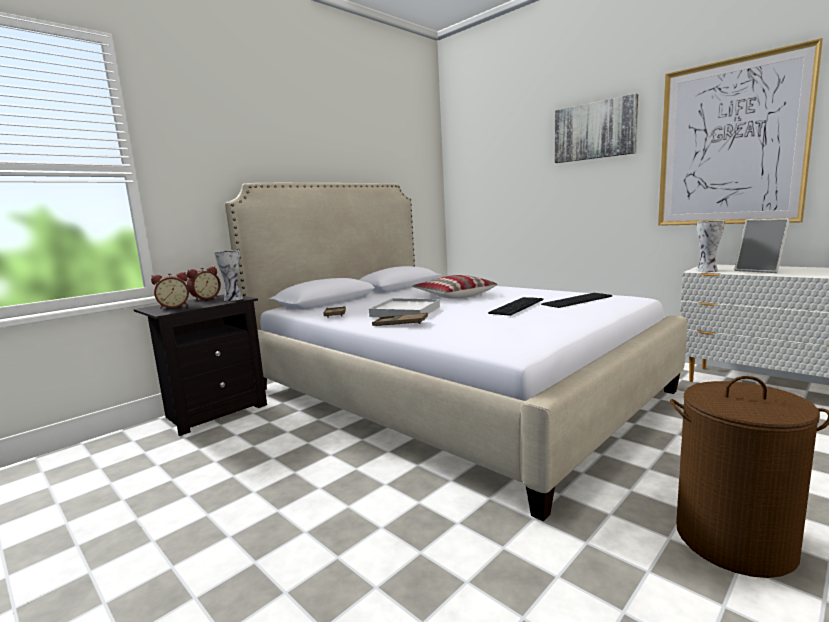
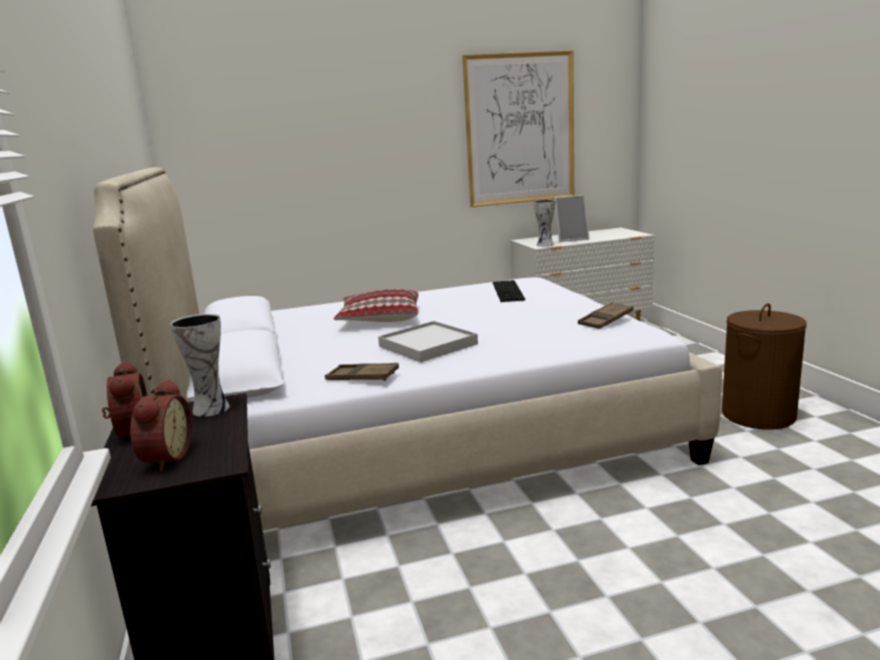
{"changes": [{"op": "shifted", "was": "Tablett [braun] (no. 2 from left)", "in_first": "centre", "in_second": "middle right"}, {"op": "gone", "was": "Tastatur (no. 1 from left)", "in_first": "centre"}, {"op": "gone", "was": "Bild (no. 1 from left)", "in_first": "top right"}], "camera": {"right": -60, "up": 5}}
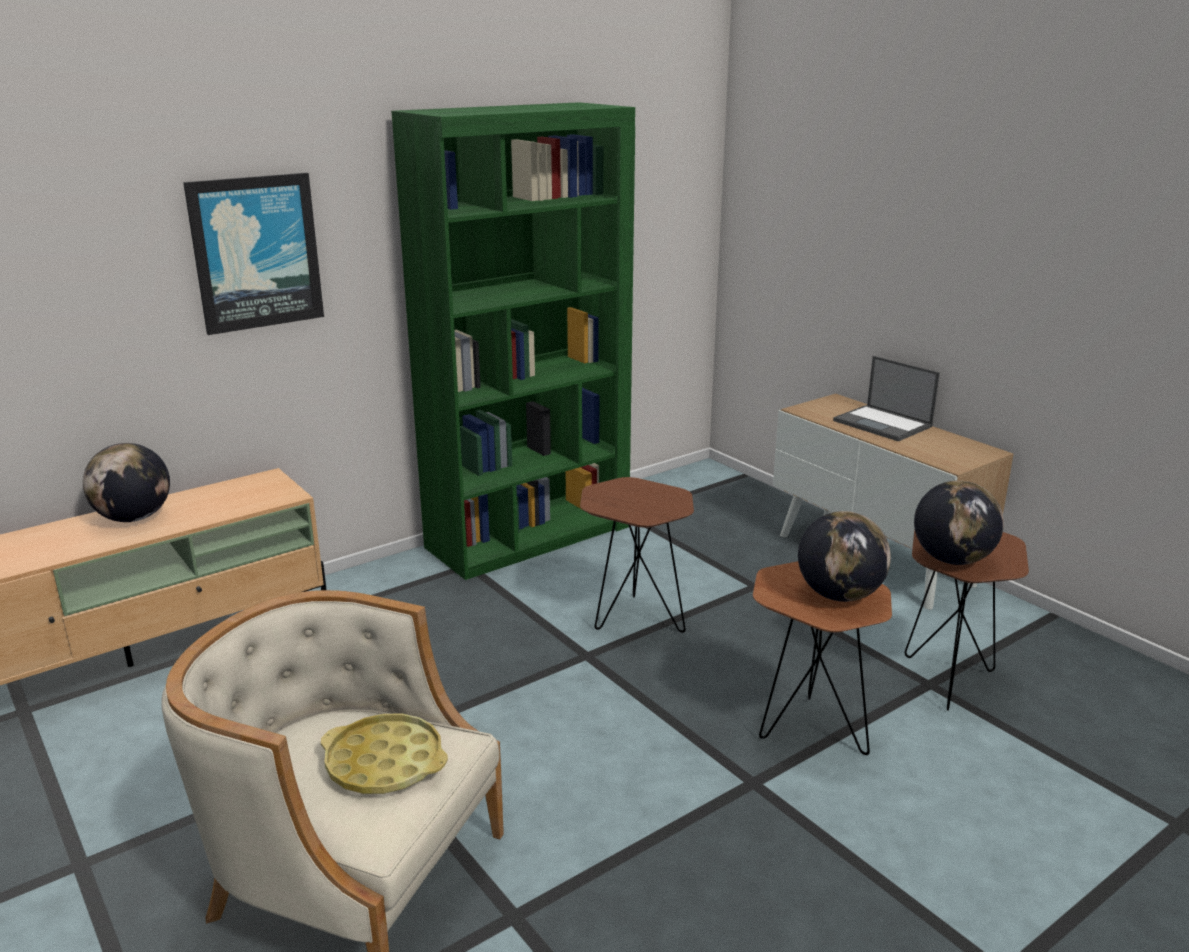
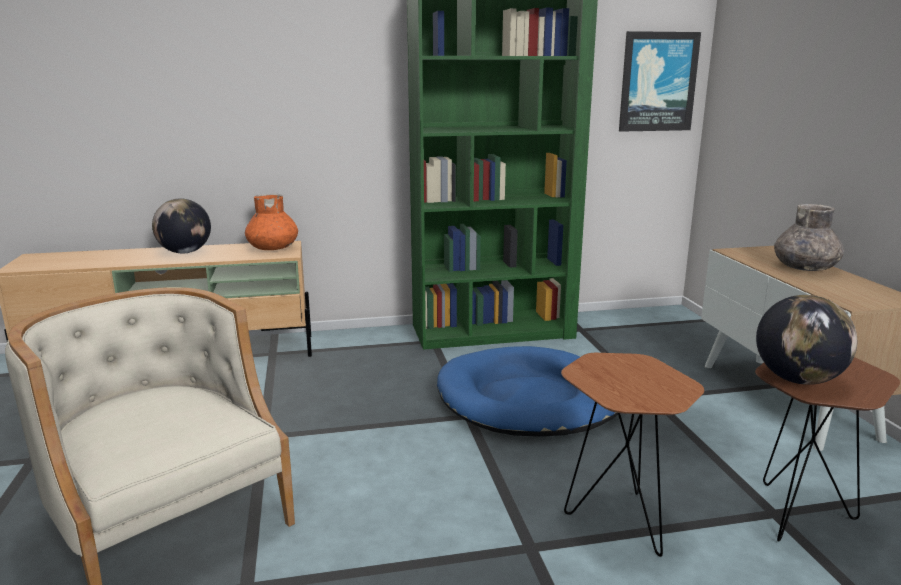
{"changes": [{"op": "new", "now": "Vase [orange]", "in_second": "middle left"}, {"op": "swapped", "was": "Beistelltisch [braun] (no. 1 from left)", "now": "Hundebett [blau]", "in_first": "centre", "in_second": "bottom centre"}, {"op": "shifted", "was": "Bild", "in_first": "top left", "in_second": "top right"}, {"op": "swapped", "was": "Laptop", "now": "Vase [grau]", "in_first": "middle right", "in_second": "middle right"}, {"op": "gone", "was": "Tablett [gelb]", "in_first": "bottom left"}, {"op": "gone", "was": "Globus (no. 2 from left)", "in_first": "middle right"}], "camera": {"right": 25, "up": -5}}
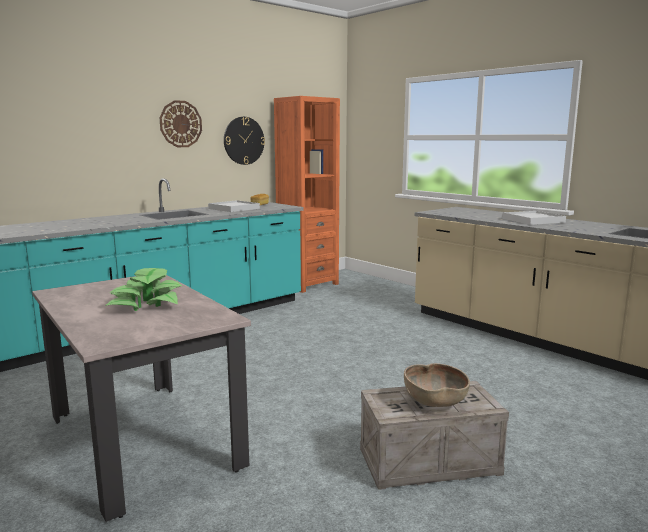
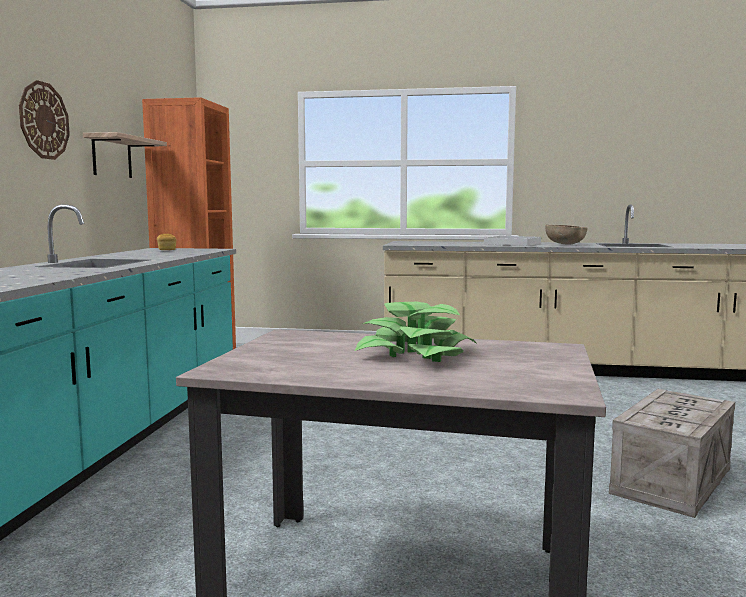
{"changes": [{"op": "swapped", "was": "Wanduhr (no. 2 from left)", "now": "Wandregal", "in_first": "top centre", "in_second": "top left"}, {"op": "shifted", "was": "Schüssel [braun]", "in_first": "bottom right", "in_second": "middle right"}, {"op": "gone", "was": "Tablett [weiß] (no. 1 from left)", "in_first": "centre"}], "camera": {"right": -40, "up": -5}}
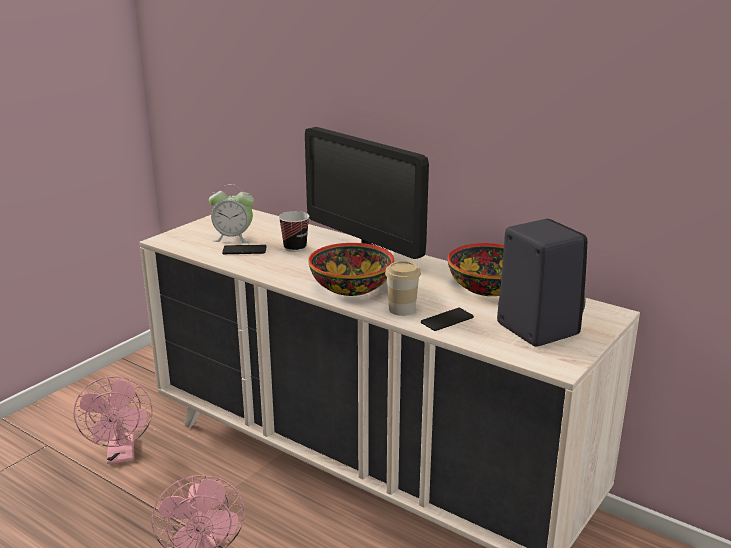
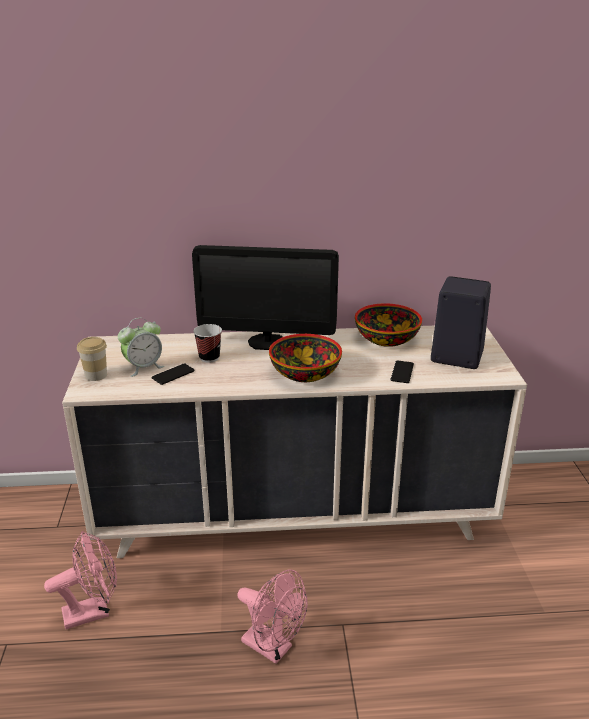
{"changes": [{"op": "rotated", "was": "Ventilator [rosa] (no. 1 from left)", "in_first": "bottom left", "in_second": "bottom left", "clockwise": -60}, {"op": "shifted", "was": "Tasse (no. 2 from left in the first image)", "now": "Tasse (no. 1 from left)", "in_first": "centre", "in_second": "middle left"}], "camera": {"right": -40, "up": 5}}
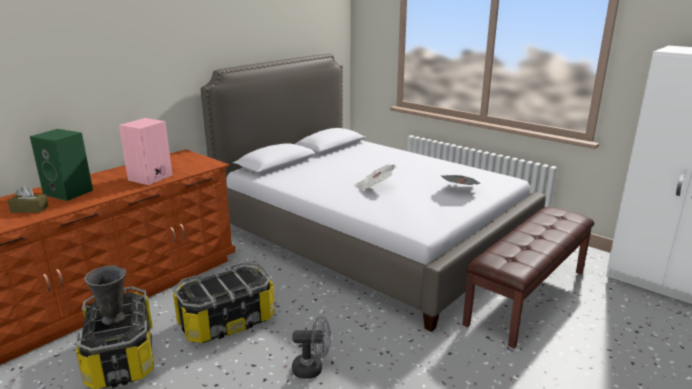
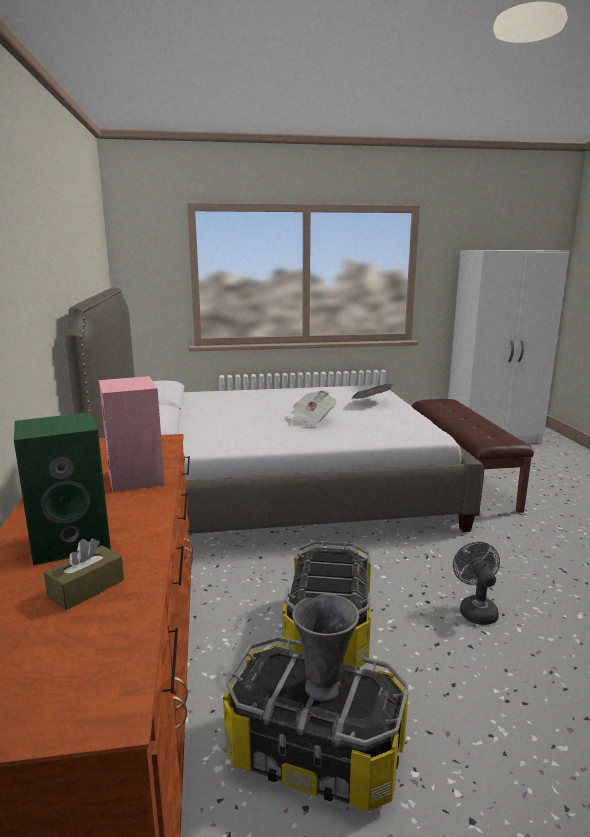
{"changes": [{"op": "rotated", "was": "Ventilator [grau]", "in_first": "bottom centre", "in_second": "bottom right", "clockwise": -45}], "camera": {"right": -50, "up": -5}}
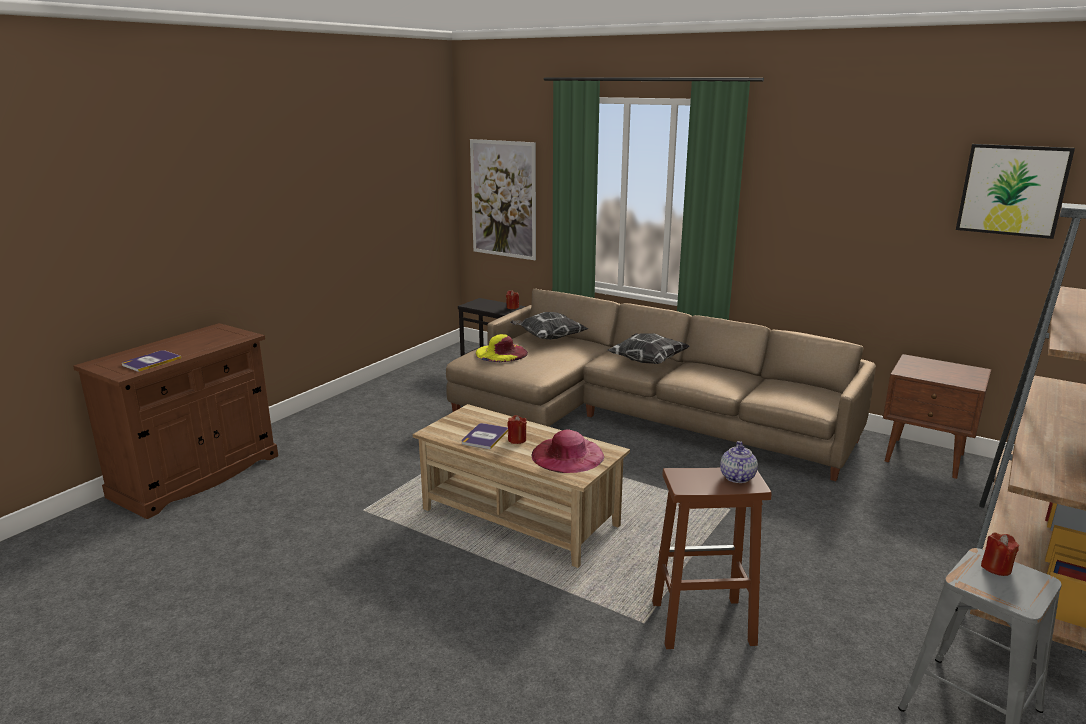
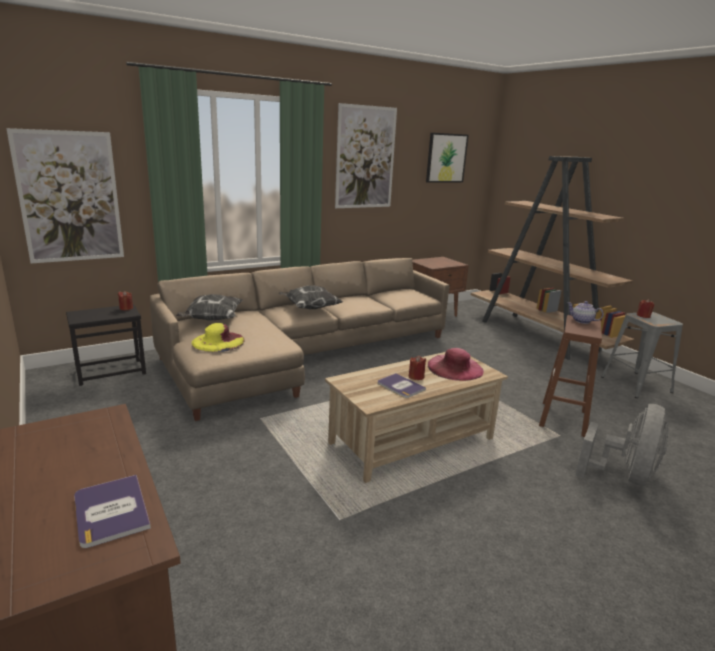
{"changes": [{"op": "new", "now": "Bild (no. 2 from left)", "in_second": "top centre"}, {"op": "new", "now": "Ventilator [grau]", "in_second": "bottom right"}], "camera": {"right": -65, "up": 0}}
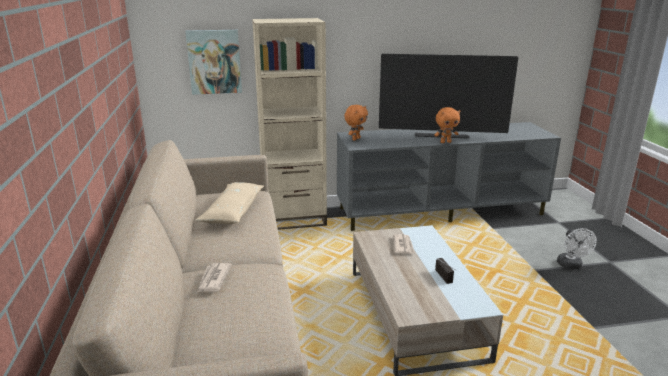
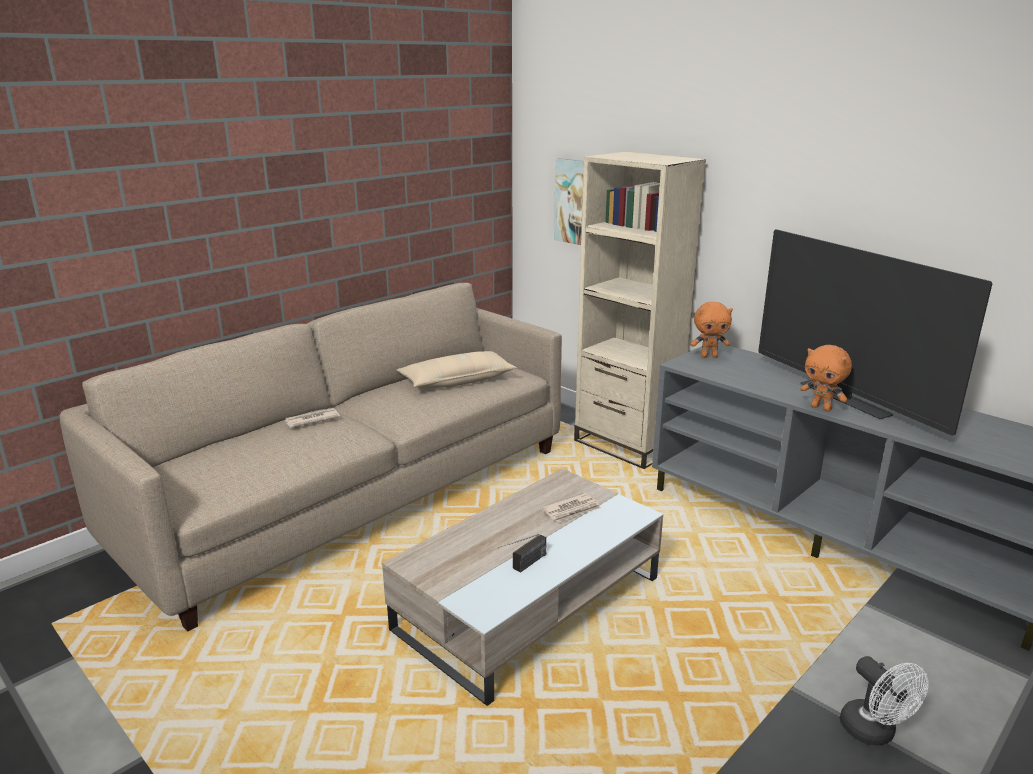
{"changes": [{"op": "rotated", "was": "Ventilator [weiß]", "in_first": "middle right", "in_second": "bottom right", "clockwise": -75}], "camera": {"right": 55, "up": 0}}
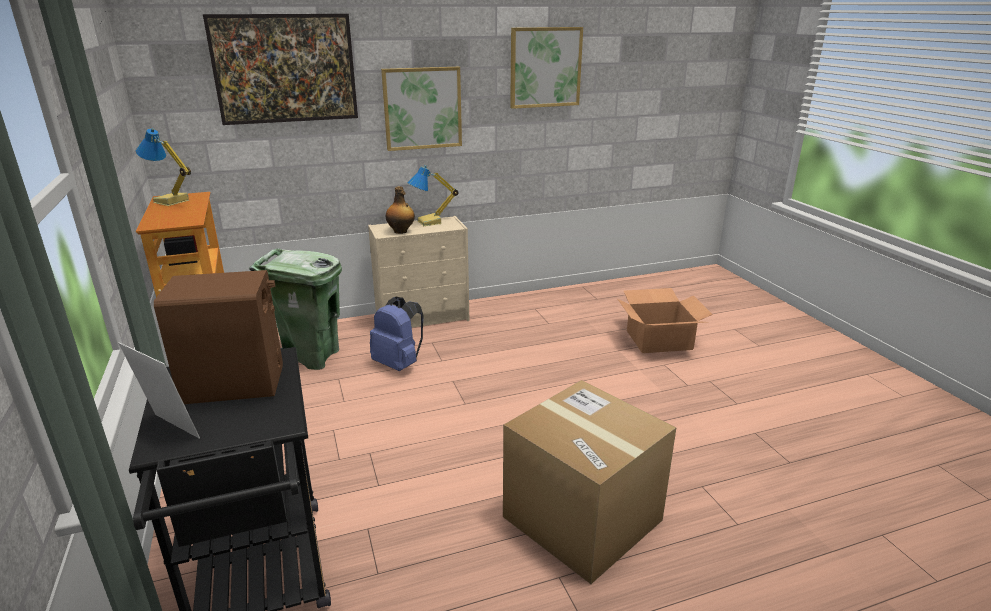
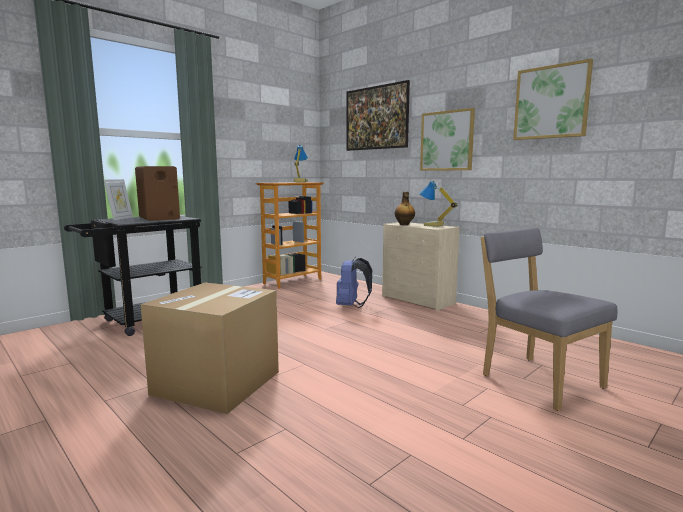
{"changes": [{"op": "swapped", "was": "Karton (no. 2 from left)", "now": "Stuhl [grau]", "in_first": "middle right", "in_second": "middle right"}, {"op": "gone", "was": "Mülleimer [grün]", "in_first": "middle left"}], "camera": {"right": 65, "up": -15}}
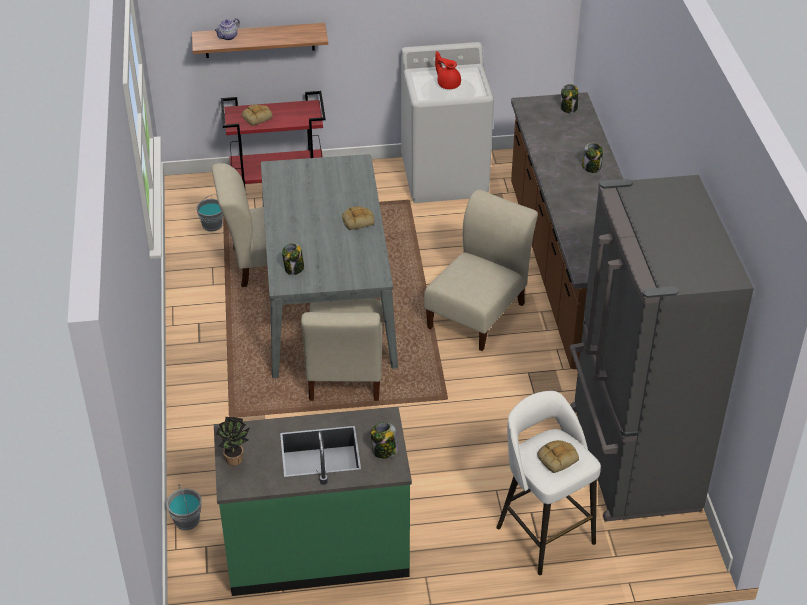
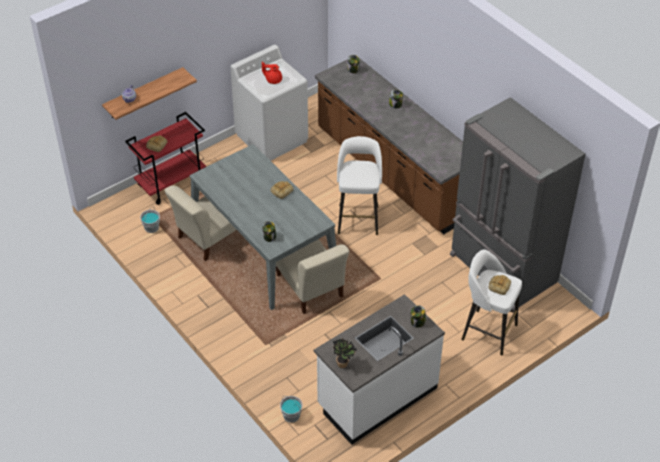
{"changes": [{"op": "repainted", "was": "Küchenzeile [grün]", "now": "Küchenzeile [weiß]", "in_first": "bottom centre", "in_second": "bottom centre"}, {"op": "swapped", "was": "Stuhl [beige] (no. 3 from left)", "now": "Hocker [weiß] (no. 1 from left)", "in_first": "centre", "in_second": "centre"}], "camera": {"right": -30, "up": 5}}
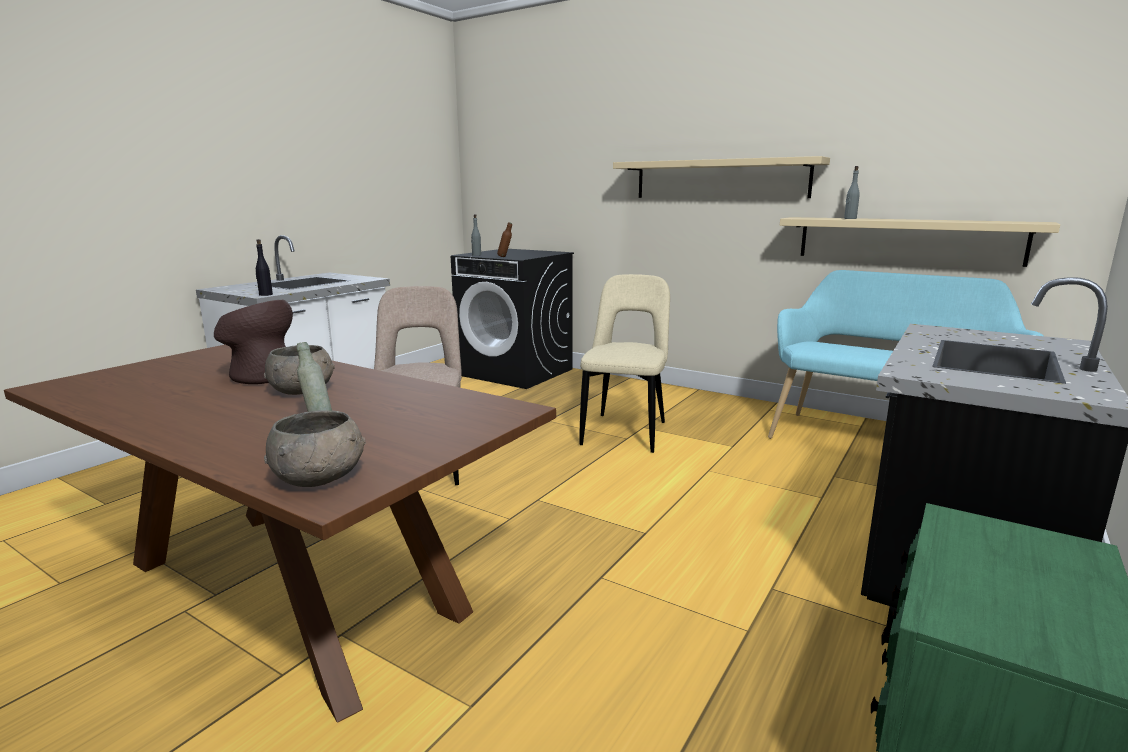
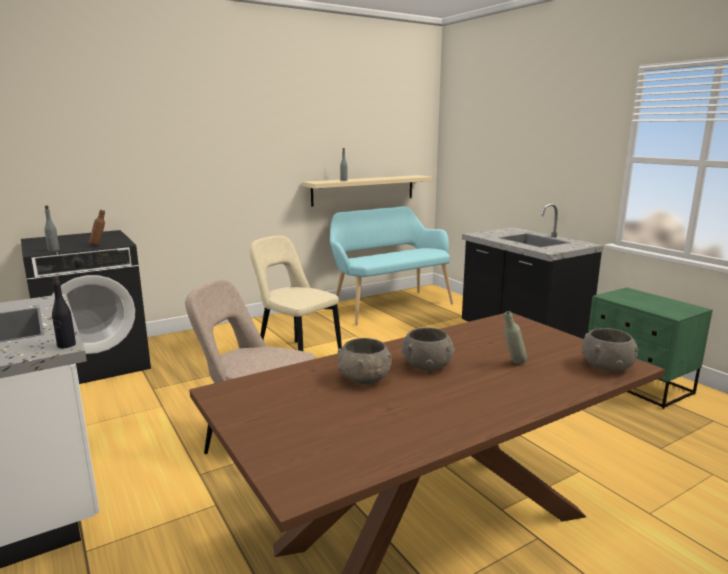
{"changes": [{"op": "swapped", "was": "Vase [braun]", "now": "Schüssel [grau] (no. 1 from left)", "in_first": "middle left", "in_second": "centre"}, {"op": "gone", "was": "Wandregal [beige] (no. 1 from left)", "in_first": "top centre"}], "camera": {"right": -65, "up": 0}}
